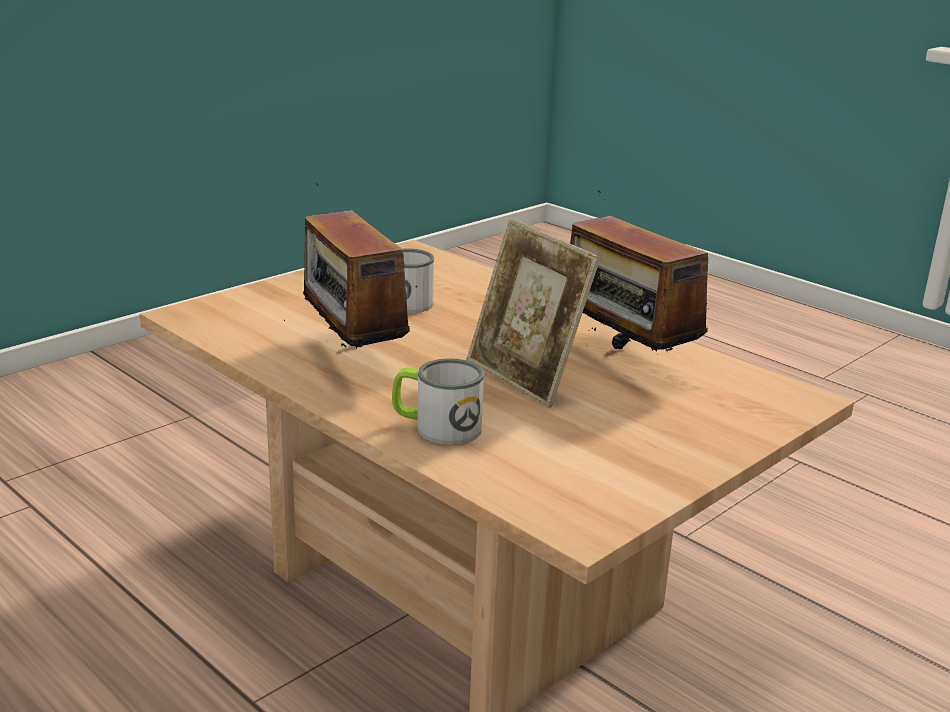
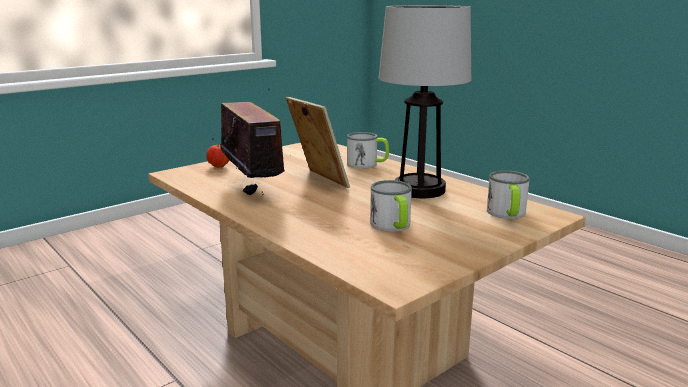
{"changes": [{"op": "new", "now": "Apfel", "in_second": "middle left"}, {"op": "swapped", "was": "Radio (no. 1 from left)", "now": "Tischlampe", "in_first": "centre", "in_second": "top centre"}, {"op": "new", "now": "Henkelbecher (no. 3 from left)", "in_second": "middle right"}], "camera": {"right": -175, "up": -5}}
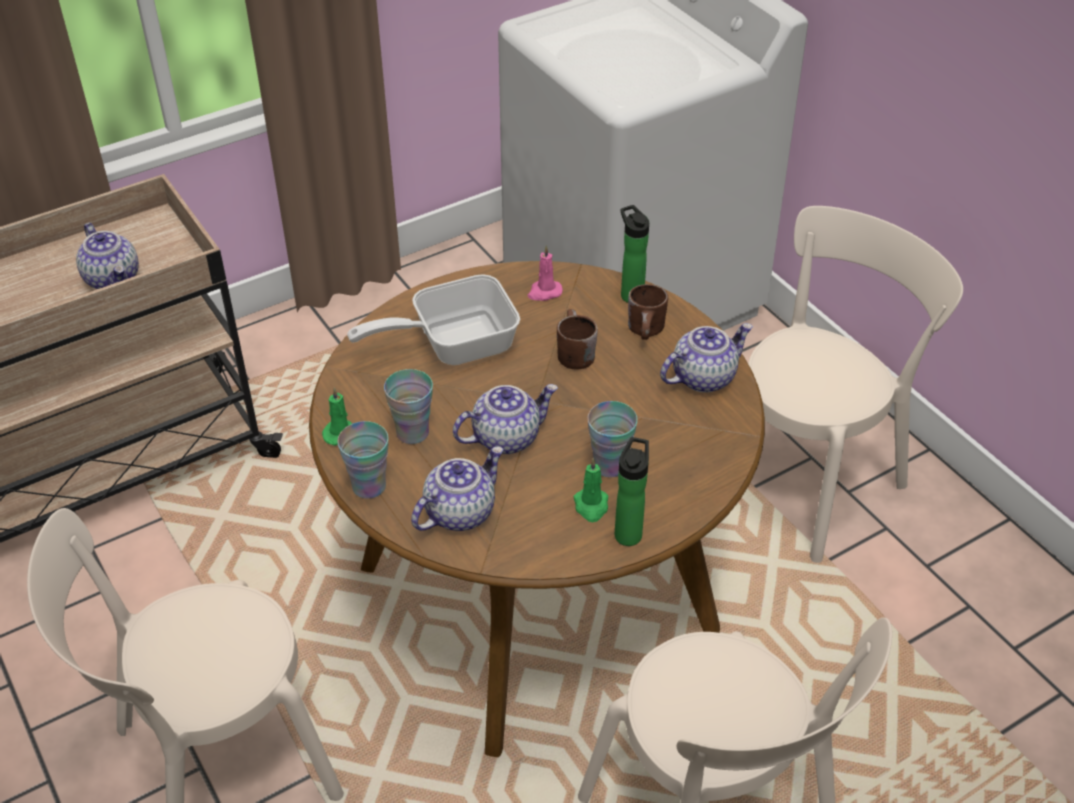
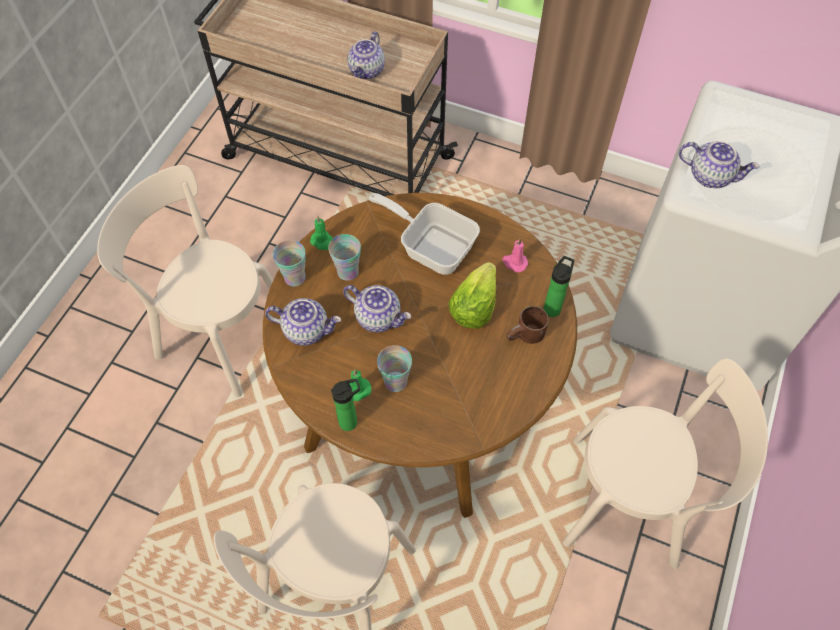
{"changes": [{"op": "swapped", "was": "Henkelbecher [braun] (no. 1 from left)", "now": "Salatkopf", "in_first": "centre", "in_second": "centre"}, {"op": "shifted", "was": "Teekanne (no. 4 from left)", "in_first": "centre", "in_second": "top right"}], "camera": {"right": 55, "up": 15}}
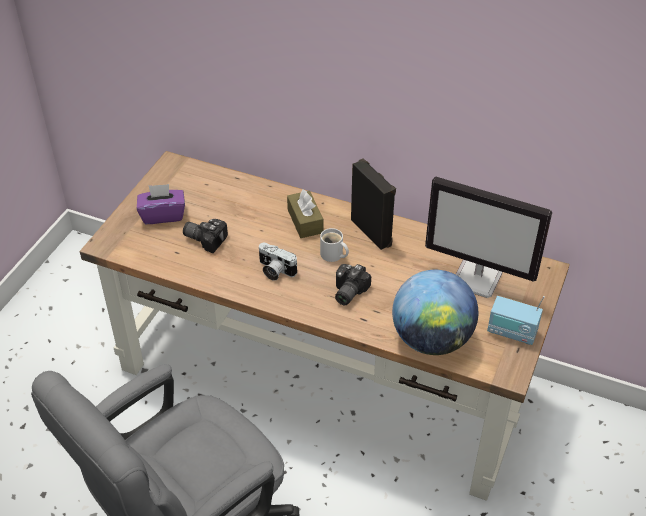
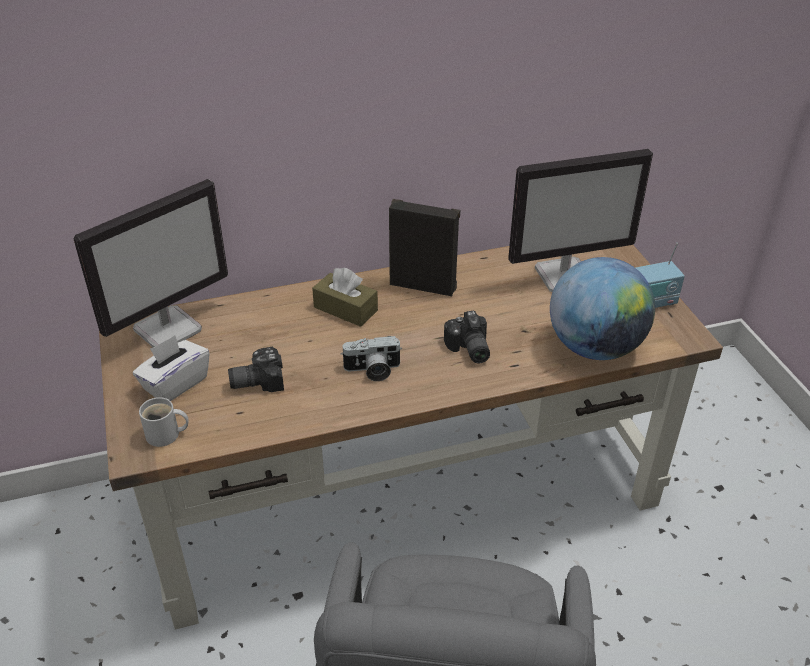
{"changes": [{"op": "new", "now": "Monitor (no. 1 from left)", "in_second": "middle left"}, {"op": "repainted", "was": "Taschentuchbox [lila]", "now": "Taschentuchbox [weiß]", "in_first": "middle left", "in_second": "middle left"}, {"op": "shifted", "was": "Henkelbecher [weiß]", "in_first": "centre", "in_second": "middle left"}], "camera": {"right": -40, "up": -5}}
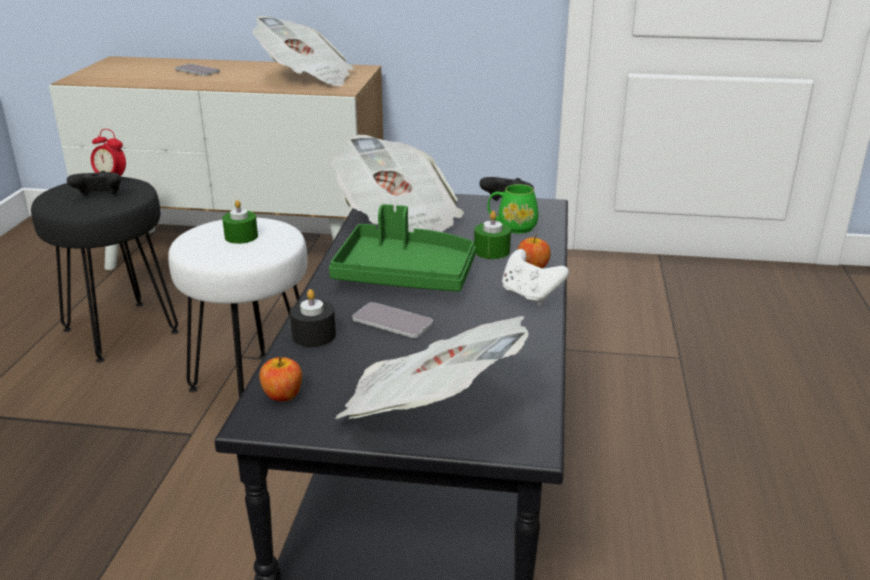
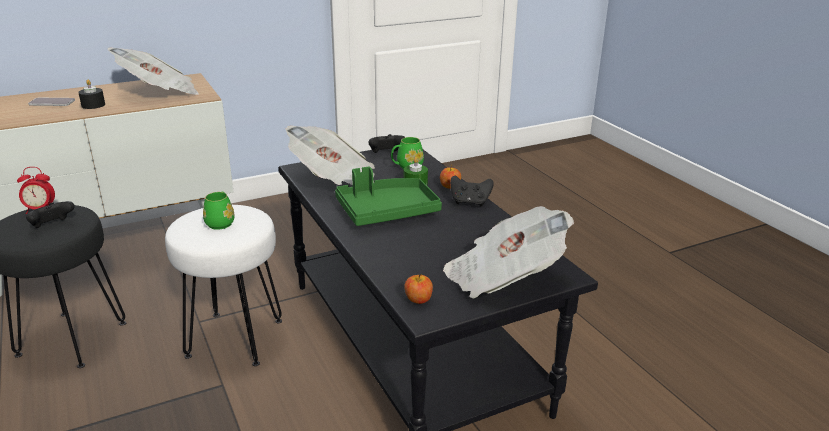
{"changes": [{"op": "shifted", "was": "Kerze [schwarz]", "in_first": "centre", "in_second": "top left"}, {"op": "swapped", "was": "Kerze [grün] (no. 1 from left)", "now": "Henkelbecher [grün] (no. 1 from left)", "in_first": "middle left", "in_second": "middle left"}, {"op": "repainted", "was": "Gamepad [weiß]", "now": "Gamepad [schwarz] (no. 3 from left)", "in_first": "centre", "in_second": "centre"}, {"op": "gone", "was": "Handy (no. 2 from left)", "in_first": "centre"}], "camera": {"right": -35, "up": 0}}
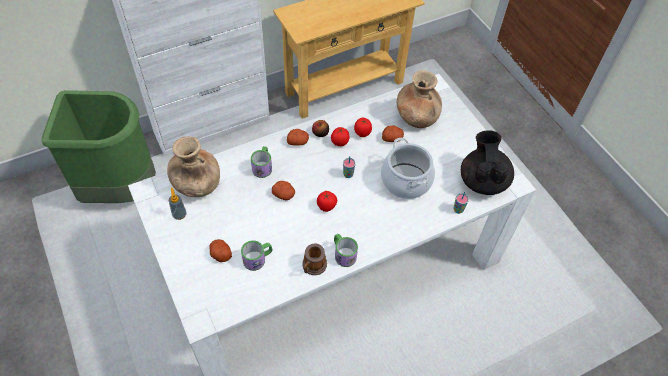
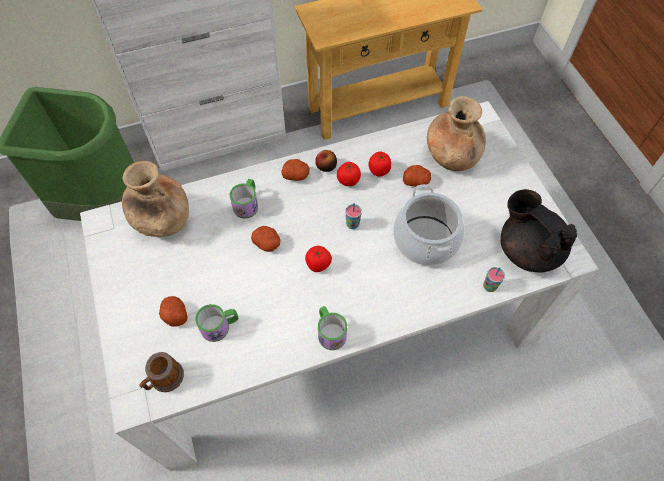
{"changes": [{"op": "shifted", "was": "Henkelbecher (no. 3 from left in the first image)", "now": "Henkelbecher (no. 1 from left)", "in_first": "bottom centre", "in_second": "bottom left"}, {"op": "rotated", "was": "Teekanne [schwarz]", "in_first": "middle right", "in_second": "middle right", "clockwise": -45}, {"op": "gone", "was": "Seifenspender", "in_first": "middle left"}], "camera": {"right": 10, "up": 5}}
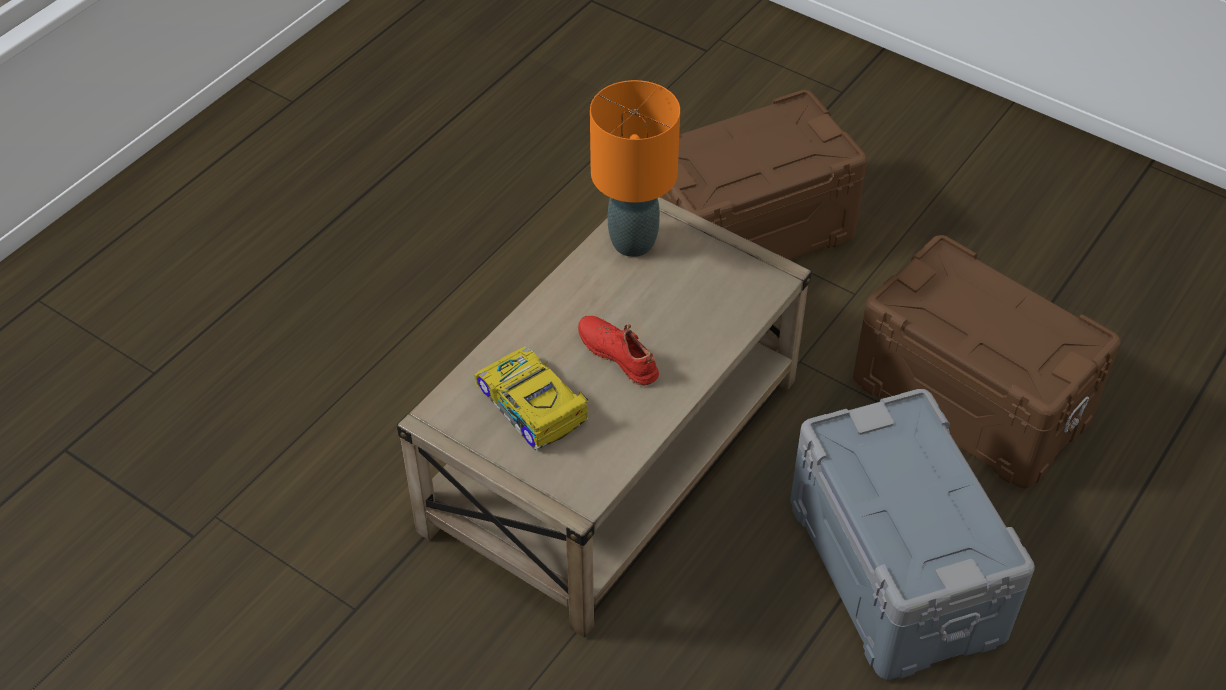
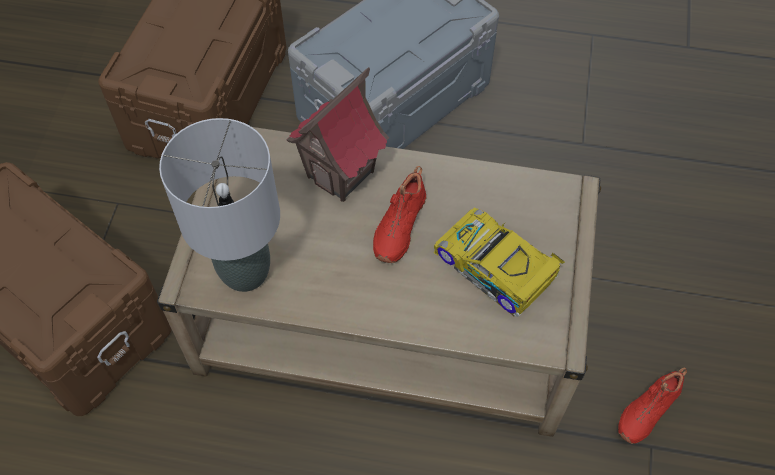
{"changes": [{"op": "repainted", "was": "Tischlampe [orange]", "now": "Tischlampe [grau]", "in_first": "top centre", "in_second": "middle left"}, {"op": "new", "now": "Spielzeughaus", "in_second": "top centre"}, {"op": "rotated", "was": "Spielzeugauto", "in_first": "centre", "in_second": "centre", "clockwise": 105}, {"op": "new", "now": "Schuh [rot] (no. 2 from left)", "in_second": "bottom right"}], "camera": {"right": -115, "up": 10}}
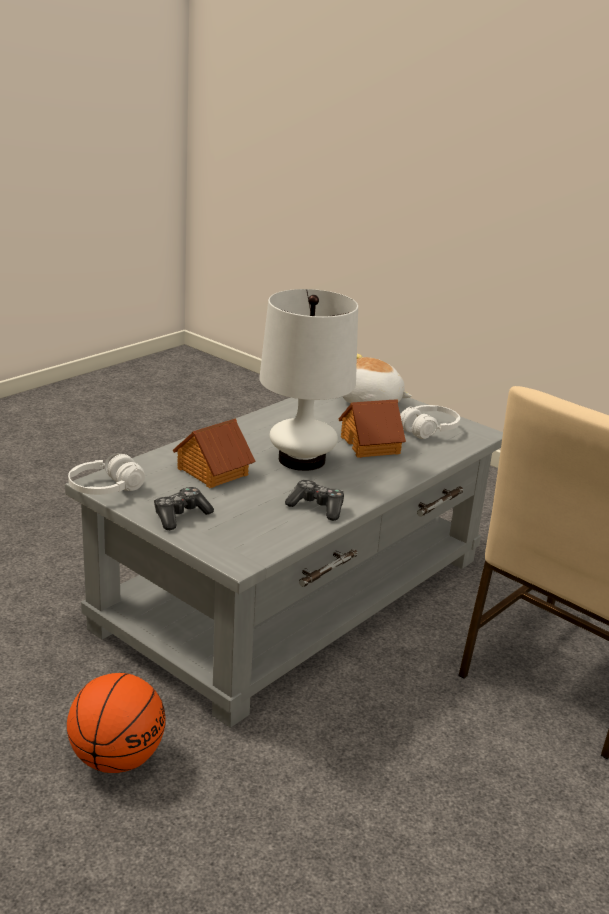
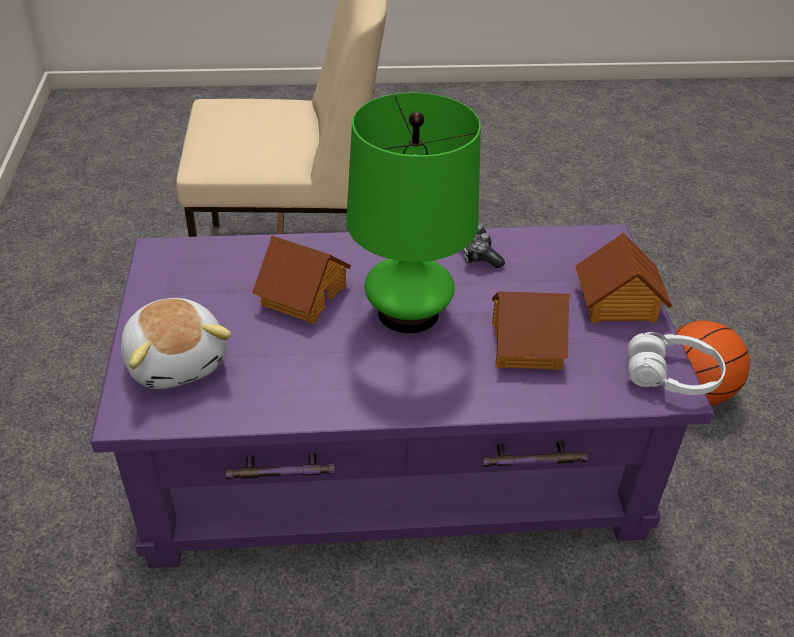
{"changes": [{"op": "repainted", "was": "Couchtisch [grau]", "now": "Couchtisch [lila]", "in_first": "centre", "in_second": "centre"}, {"op": "repainted", "was": "Tischlampe [weiß]", "now": "Tischlampe [grün]", "in_first": "centre", "in_second": "top centre"}, {"op": "swapped", "was": "Gamepad (no. 1 from left)", "now": "Spielzeughaus (no. 3 from left)", "in_first": "middle left", "in_second": "middle right"}, {"op": "gone", "was": "Kopfhörer [weiß] (no. 2 from left)", "in_first": "middle right"}], "camera": {"right": -135, "up": 15}}
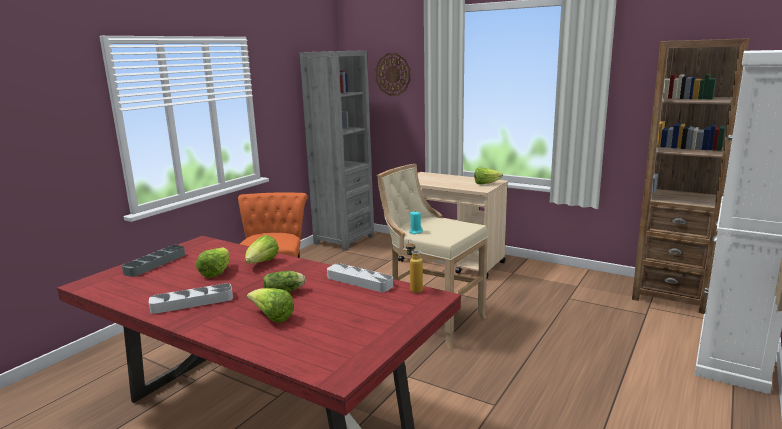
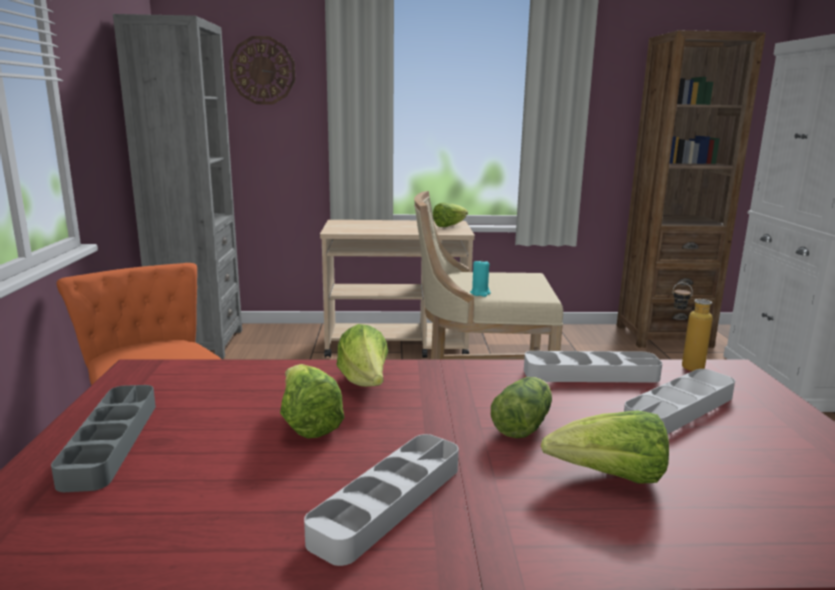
{"changes": [{"op": "new", "now": "Tablett [grau] (no. 4 from left)", "in_second": "bottom right"}], "camera": {"right": -35, "up": 0}}
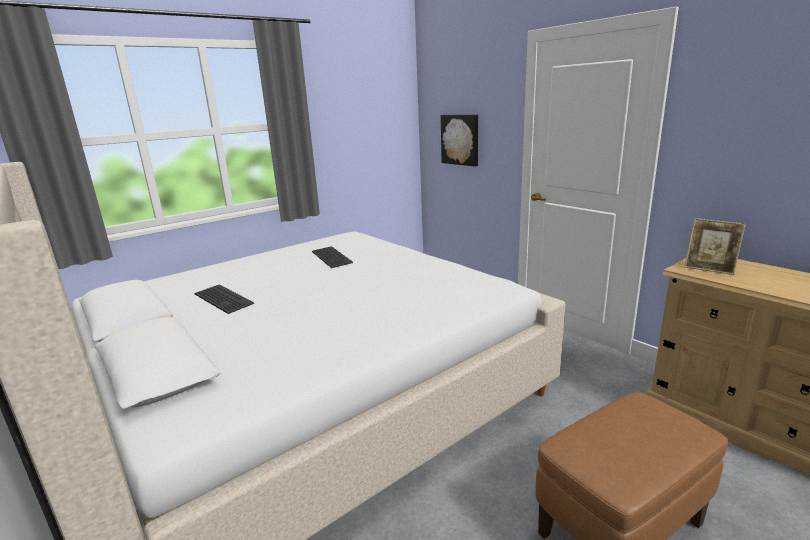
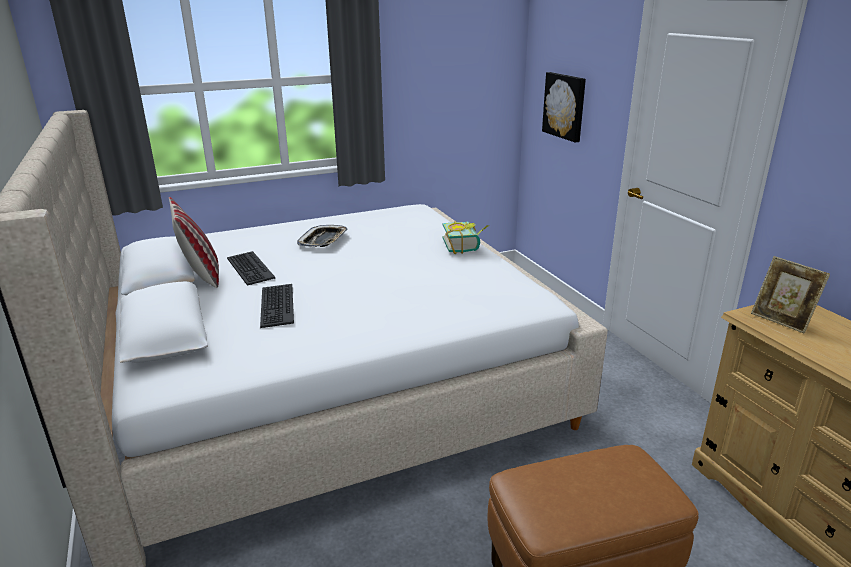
{"changes": [{"op": "new", "now": "Kissen", "in_second": "middle left"}, {"op": "shifted", "was": "Tastatur (no. 2 from left)", "in_first": "centre", "in_second": "middle left"}, {"op": "new", "now": "Tablett", "in_second": "centre"}, {"op": "new", "now": "Buch", "in_second": "centre"}], "camera": {"right": 15, "up": 5}}
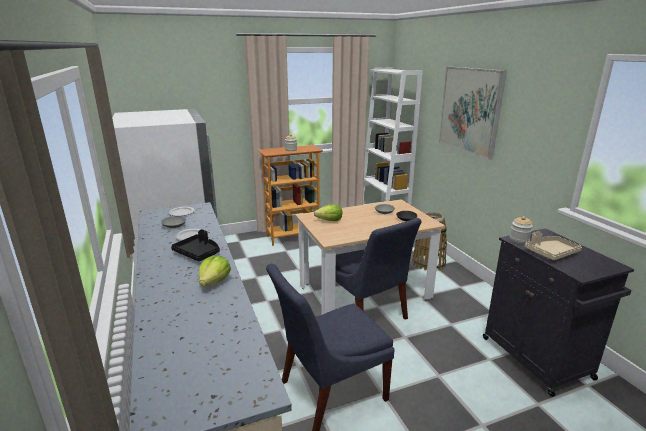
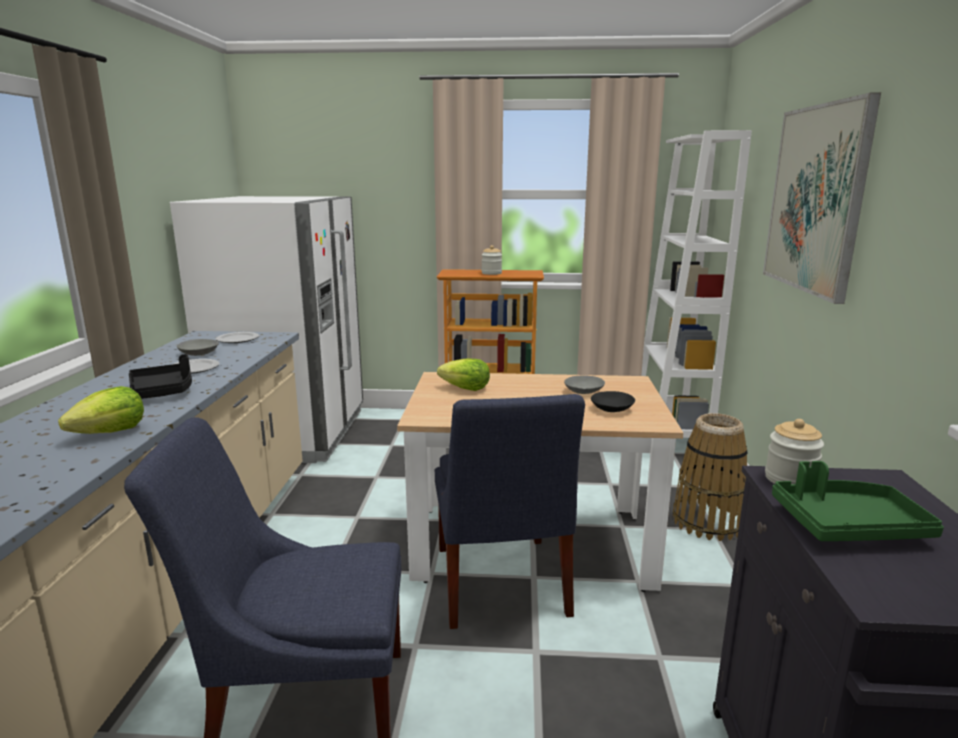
{"changes": [{"op": "repainted", "was": "Tablett [beige]", "now": "Tablett [grün]", "in_first": "middle right", "in_second": "bottom right"}], "camera": {"right": 25, "up": -5}}
